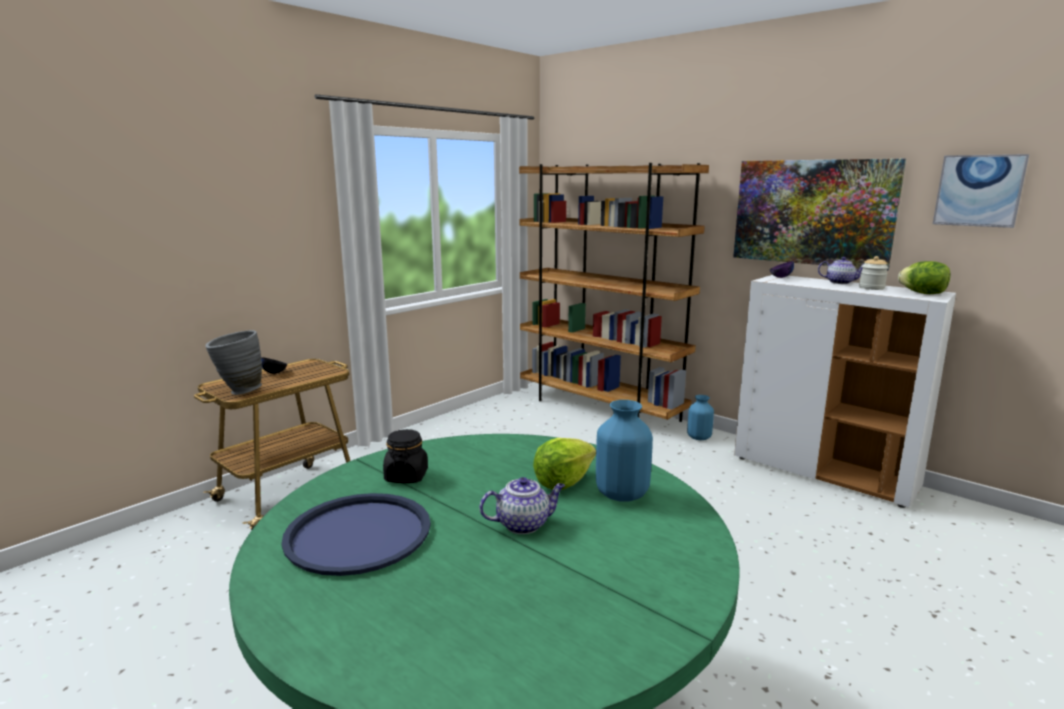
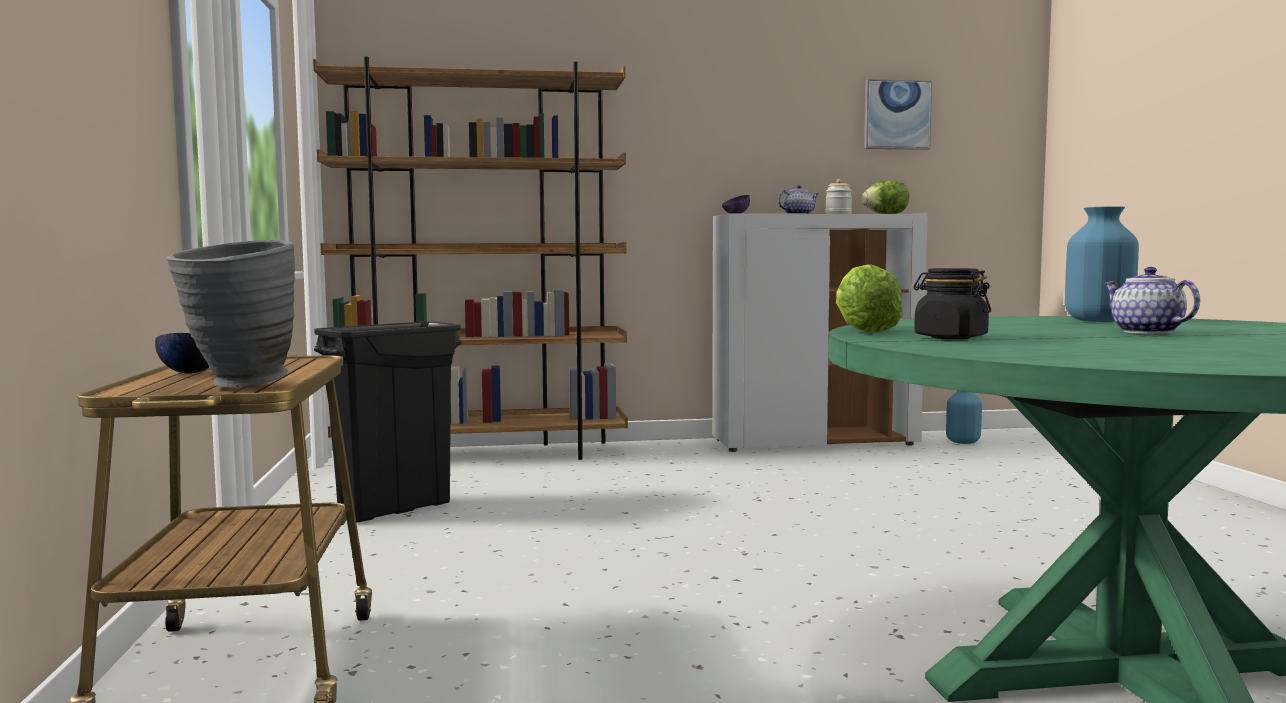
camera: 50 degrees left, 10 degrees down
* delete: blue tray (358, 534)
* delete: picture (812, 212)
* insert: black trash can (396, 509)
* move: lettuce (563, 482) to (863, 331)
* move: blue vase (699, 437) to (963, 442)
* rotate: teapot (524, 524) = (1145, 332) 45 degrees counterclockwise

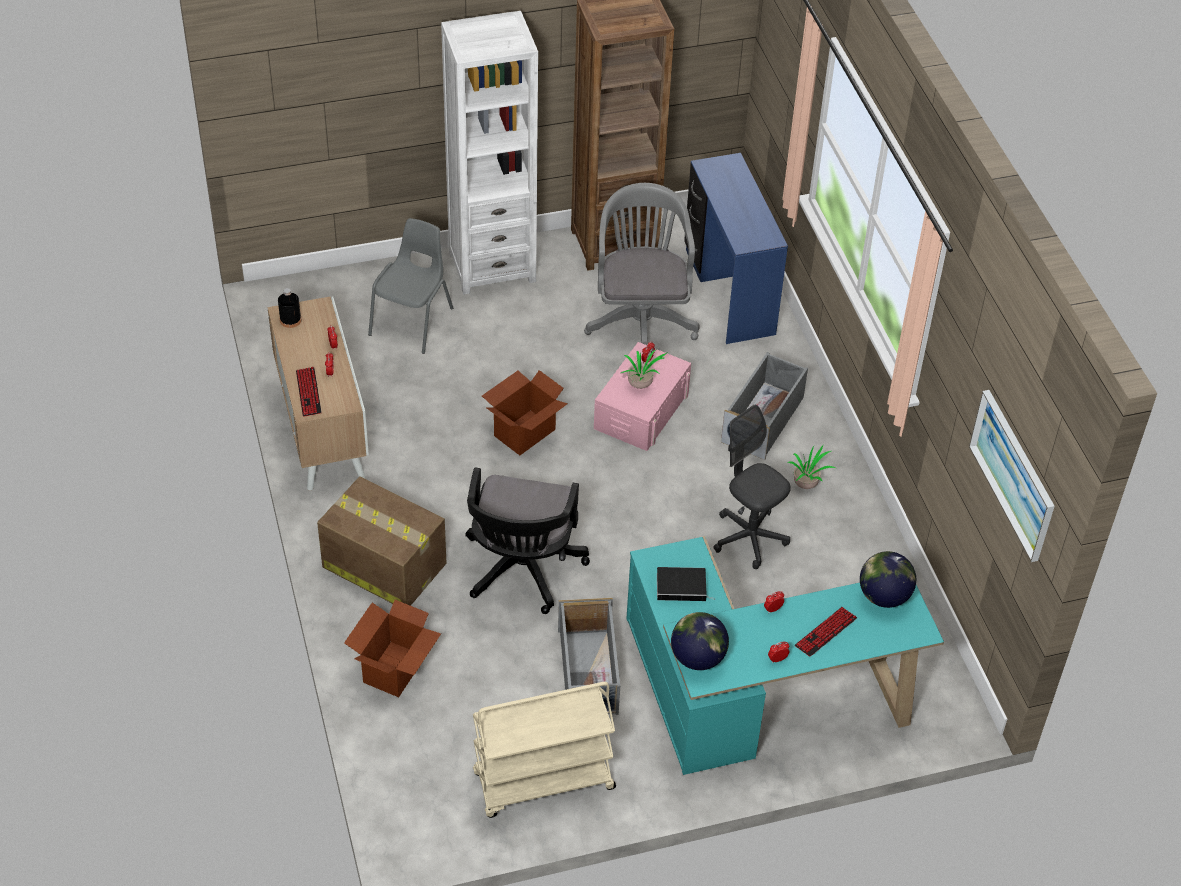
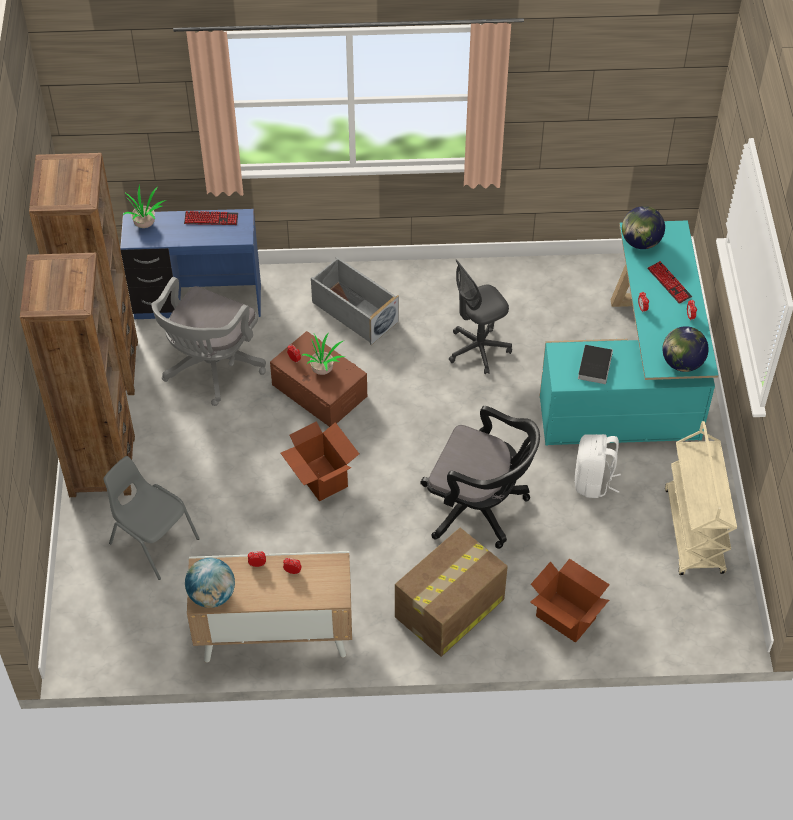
camera: 75 degrees left, 5 degrees up
* delete: picture (1013, 474)
* move: keyboard (308, 392) to (211, 219)
* move: potted plant (807, 485) to (145, 223)
* replace: black bottle (290, 320) to globe (212, 595)
* replace: grey storage box (589, 673) to white backpack (593, 481)
* recolor: white bookcase (492, 267) to brown bookcase (102, 466)
* recolor: pink storage box (641, 410) to brown storage box (319, 390)
* rotate: grey office chair (641, 319) = (210, 368) 75 degrees counterclockwise

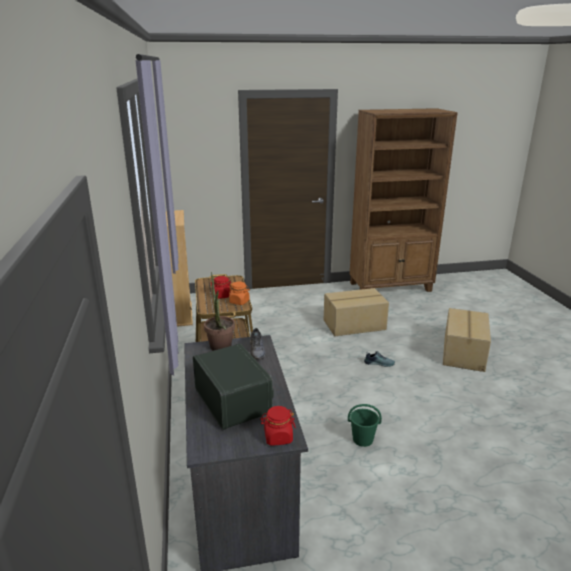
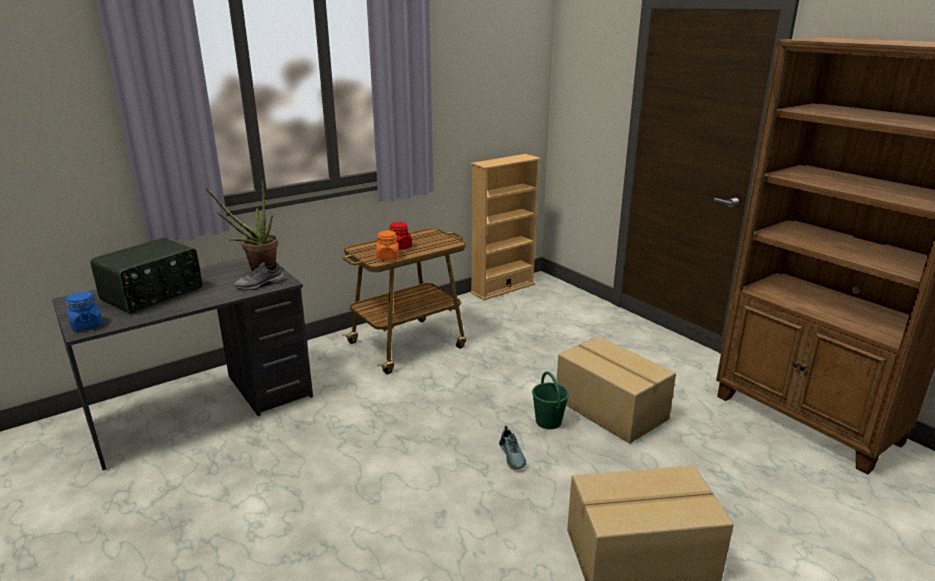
camera: 65 degrees right, 0 degrees up
* move: green bucket (363, 439) to (548, 422)
* recolor: red jar (278, 437) to blue jar (87, 325)

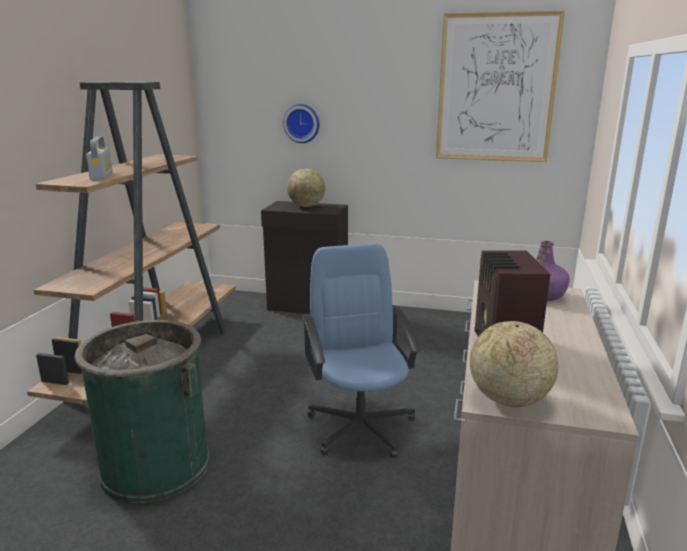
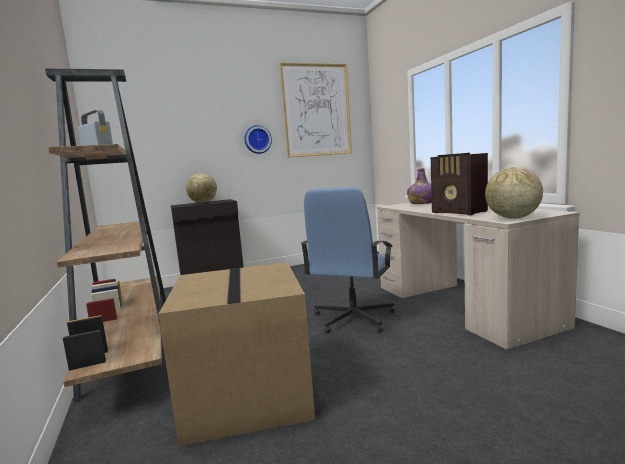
camera: 35 degrees left, 10 degrees down
* move: wall clock (302, 123) to (257, 139)
* replace: green trash can (155, 465) to cardboard box (245, 394)
* rotate: blue office chair (360, 426) = (352, 319) 105 degrees counterclockwise

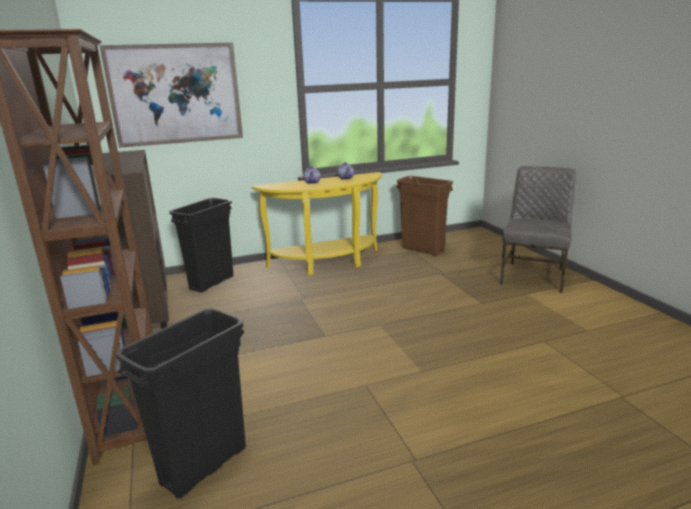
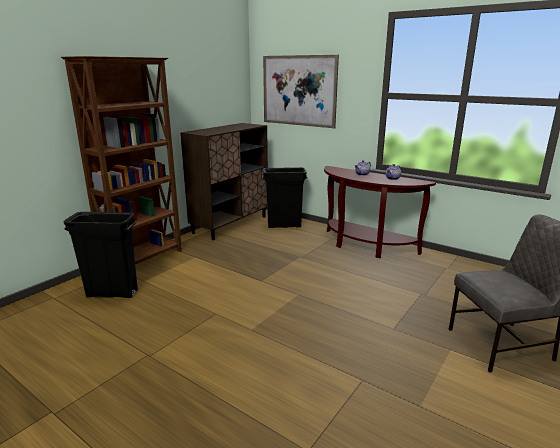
camera: 55 degrees right, 0 degrees up
* delete: brown trash can (423, 250)
* recolor: yellow console table (327, 263) to brown console table (365, 246)

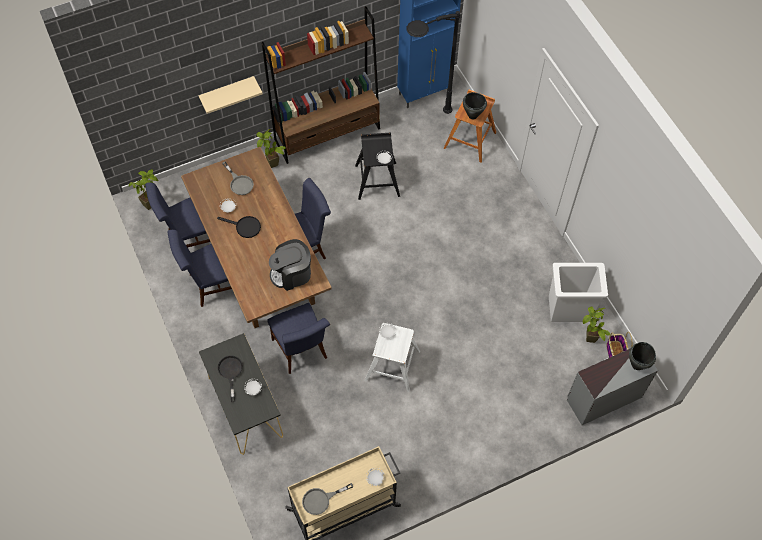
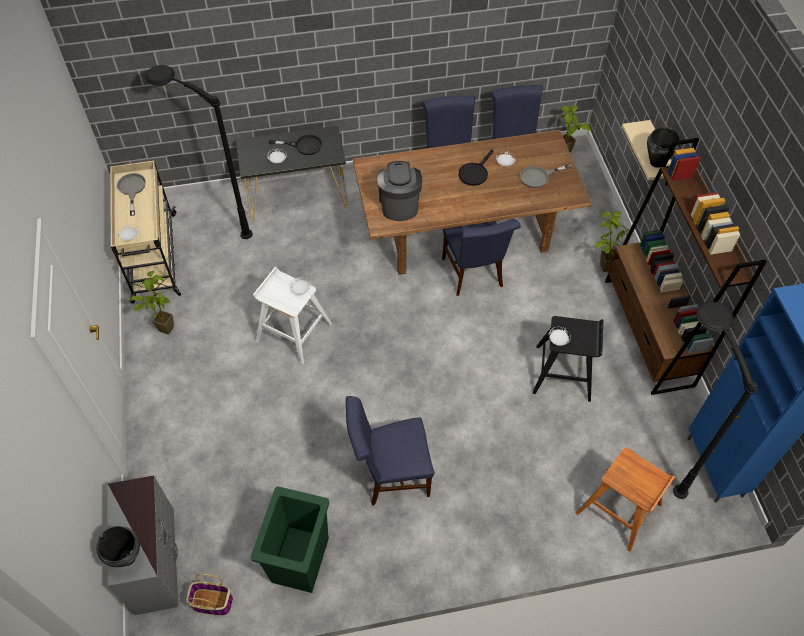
camera: 105 degrees right, 5 degrees down
* insert: black floor lamp (214, 222)
* move: blue chair (301, 351) to (390, 475)
* move: black cooking pot (472, 115) to (656, 163)
* move: potted plant (589, 342) to (163, 326)
* recolor: white trash can (569, 309) to green trash can (299, 561)

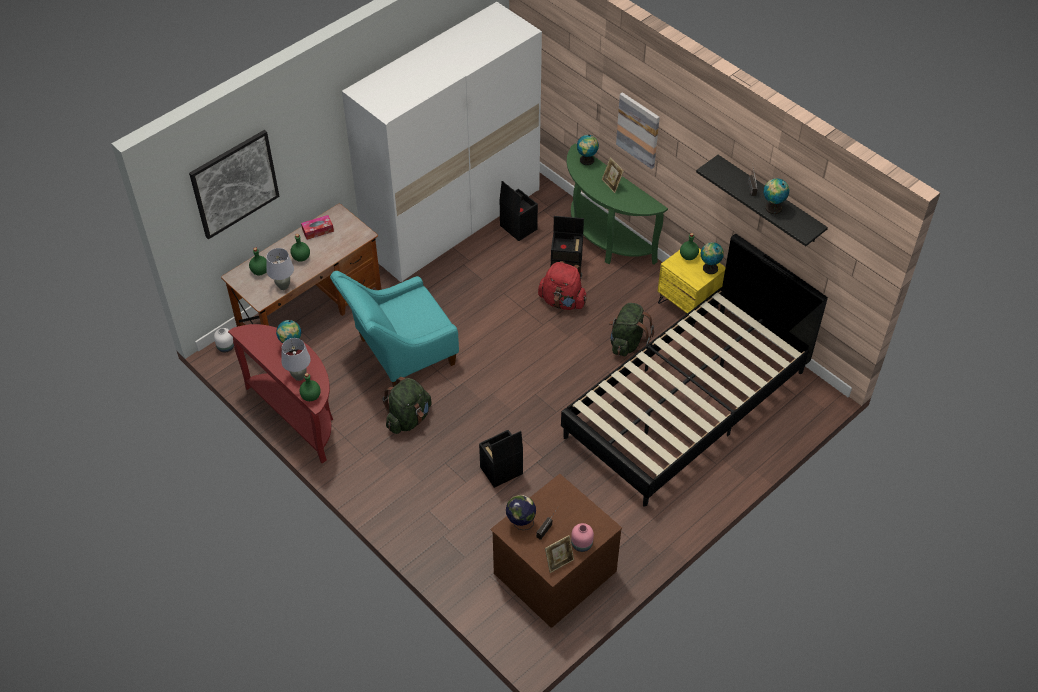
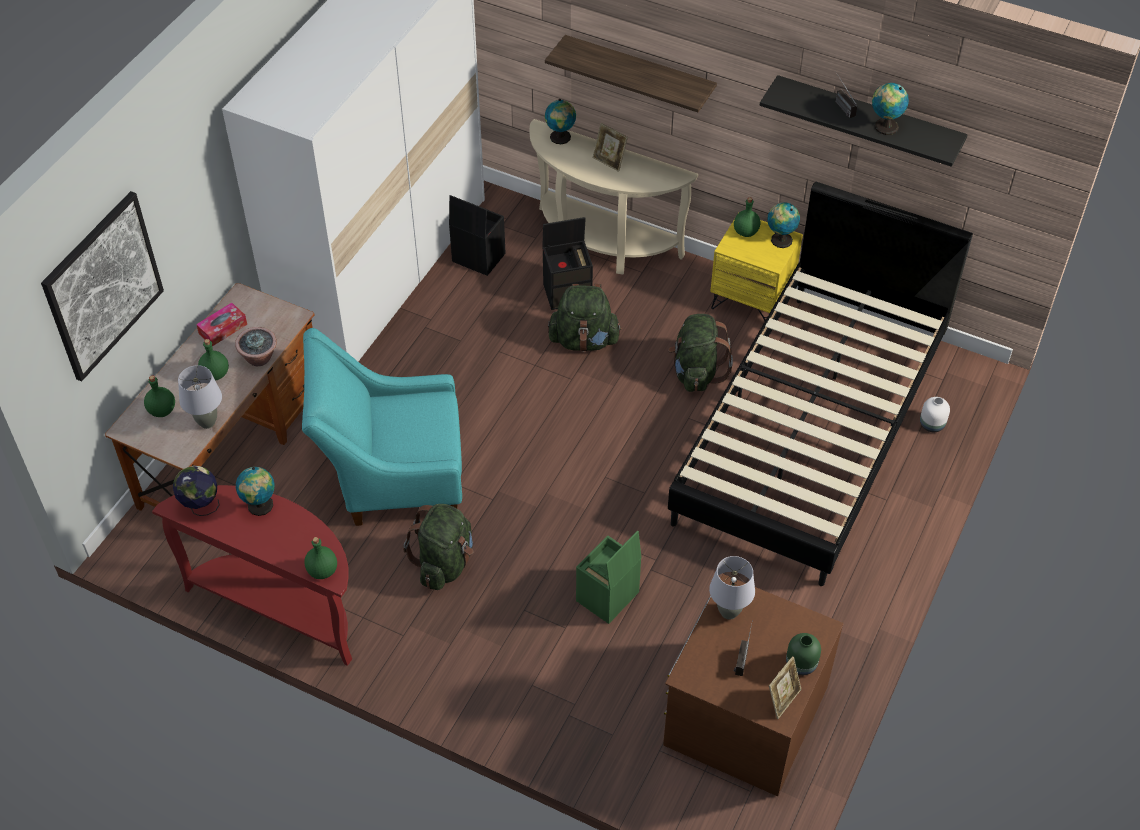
camera: 20 degrees left, 0 degrees up
* insert: potted plant (259, 358)
* move: white vase (226, 347) to (932, 425)
* move: grey table lamp (299, 376) to (728, 613)
* move: globe (520, 522) to (201, 506)
* replace: picture (638, 130) to shelf (639, 73)
* recolor: black storage box (501, 471) to green storage box (607, 598)
* recolor: red backpack (562, 301) to green backpack (584, 340)
* recolor: green console table (604, 240) to beige console table (601, 244)
* recolor: pink vase (581, 544) to green vase (800, 664)
* rotate: turquoise armchair (400, 354) = (392, 476) 45 degrees clockwise

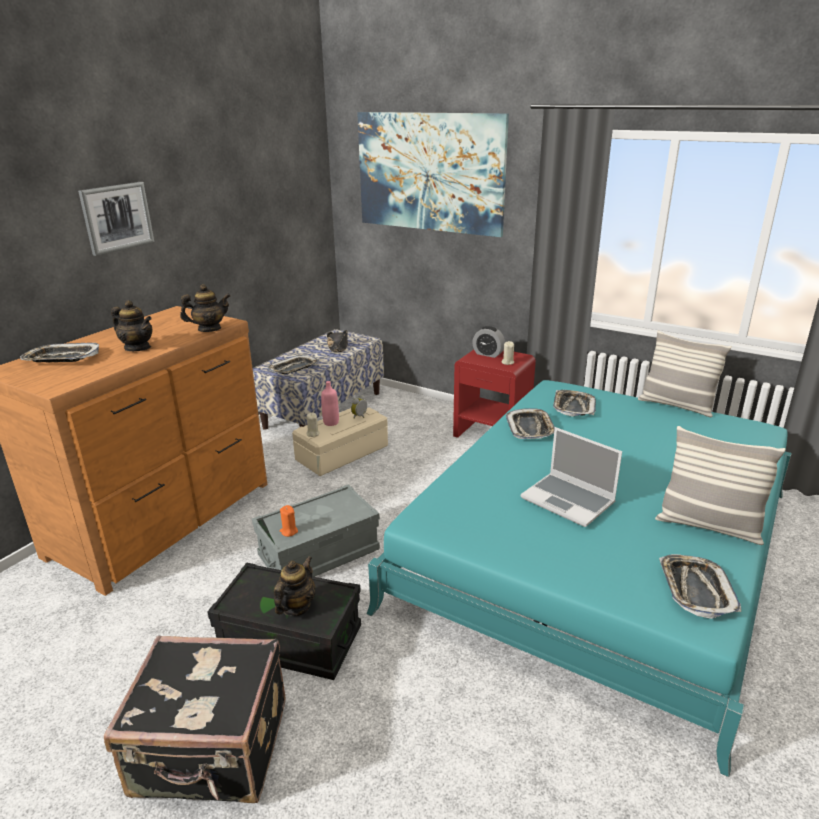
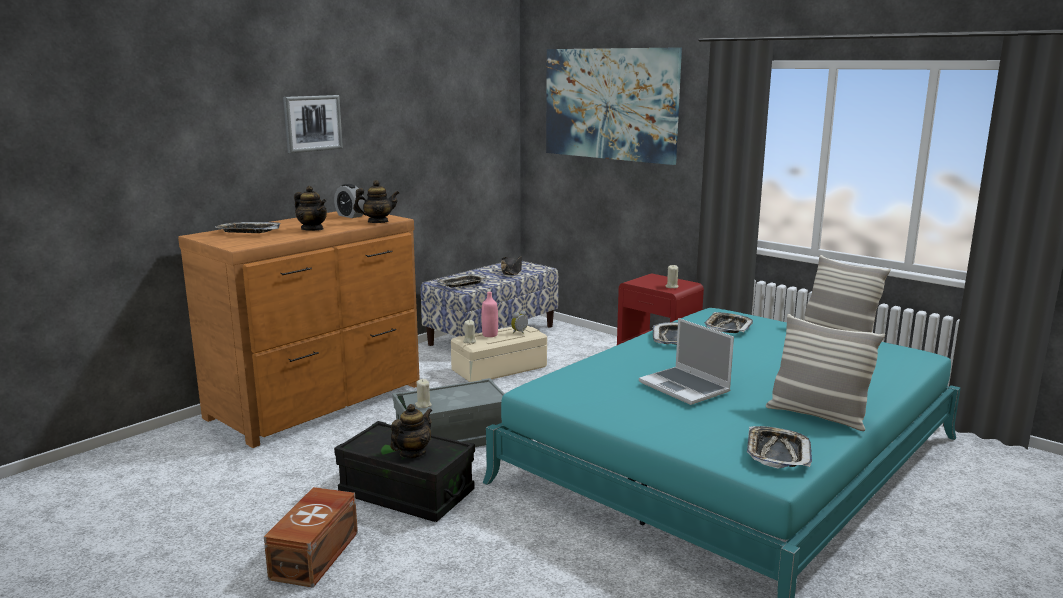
camera: 10 degrees right, 10 degrees down
* move: alarm clock (488, 354) to (350, 216)
* replace: black suitcase (212, 751) to brown storage box (317, 554)
* recolor: orange candle (289, 531) to beige candle (423, 405)

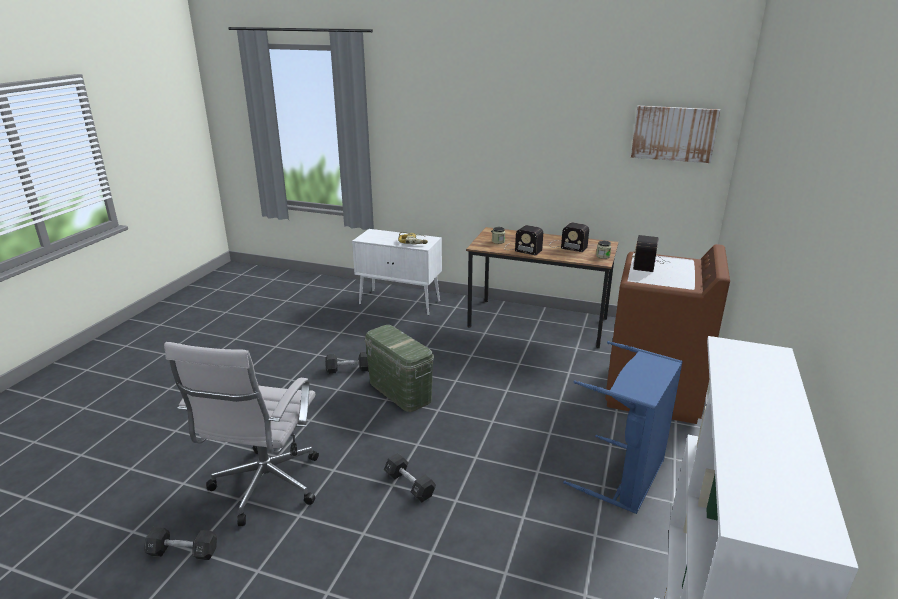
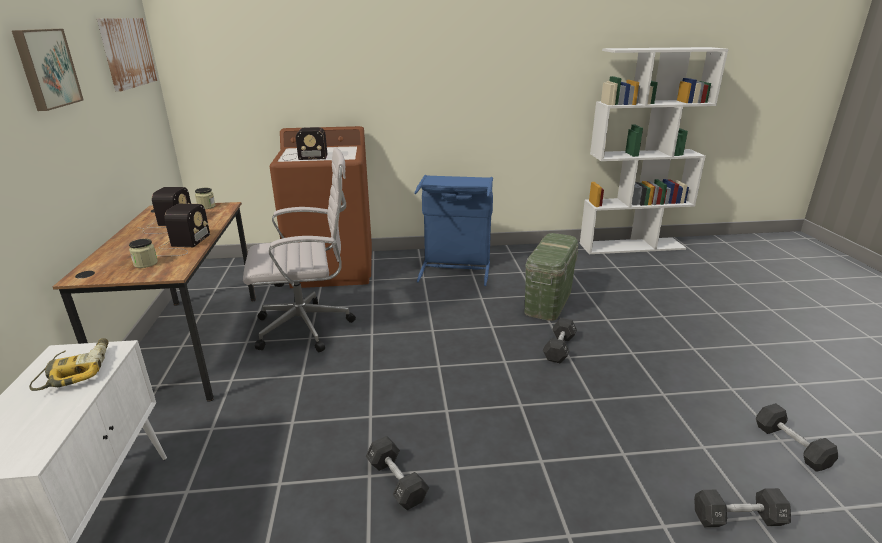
camera: 115 degrees left, 0 degrees up
* insert: picture (46, 68)
* insert: black dumbbell (738, 518)
* move: white office chair (264, 488) to (308, 327)
* move: green storage box (400, 391) to (548, 301)

